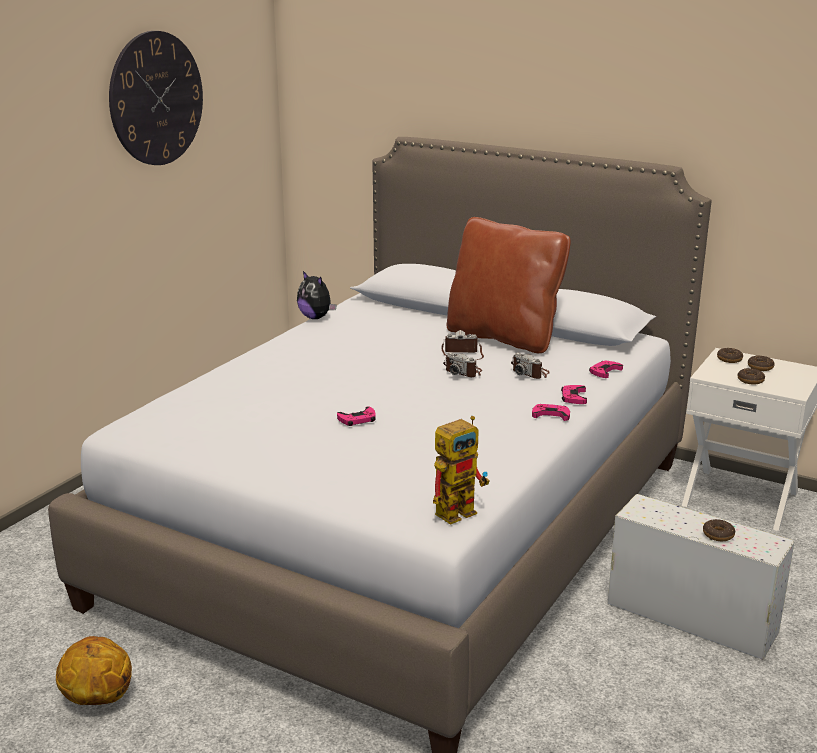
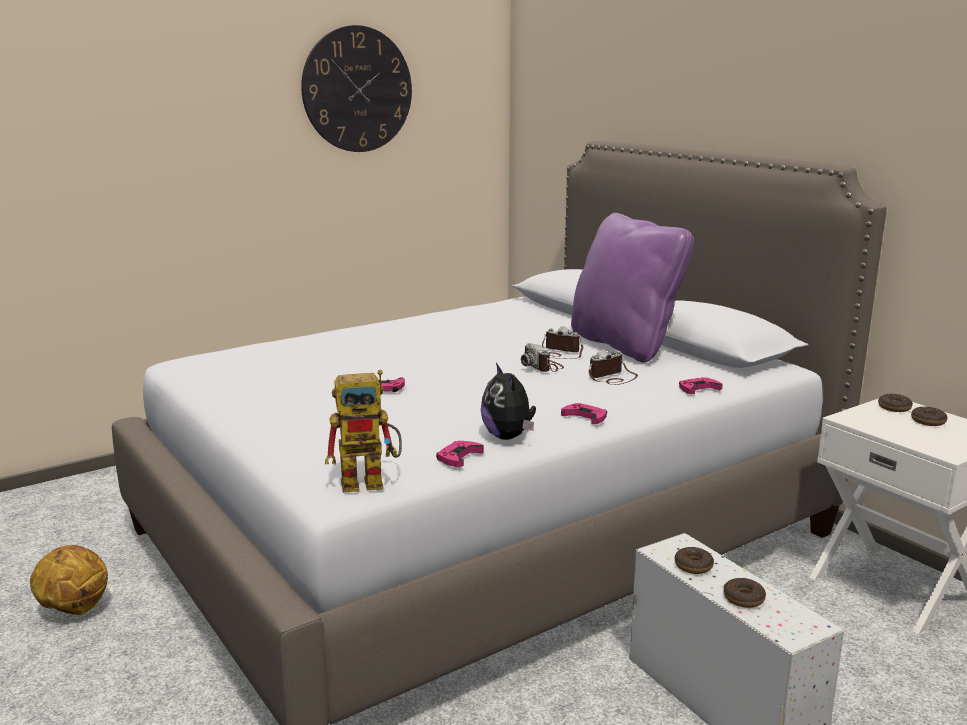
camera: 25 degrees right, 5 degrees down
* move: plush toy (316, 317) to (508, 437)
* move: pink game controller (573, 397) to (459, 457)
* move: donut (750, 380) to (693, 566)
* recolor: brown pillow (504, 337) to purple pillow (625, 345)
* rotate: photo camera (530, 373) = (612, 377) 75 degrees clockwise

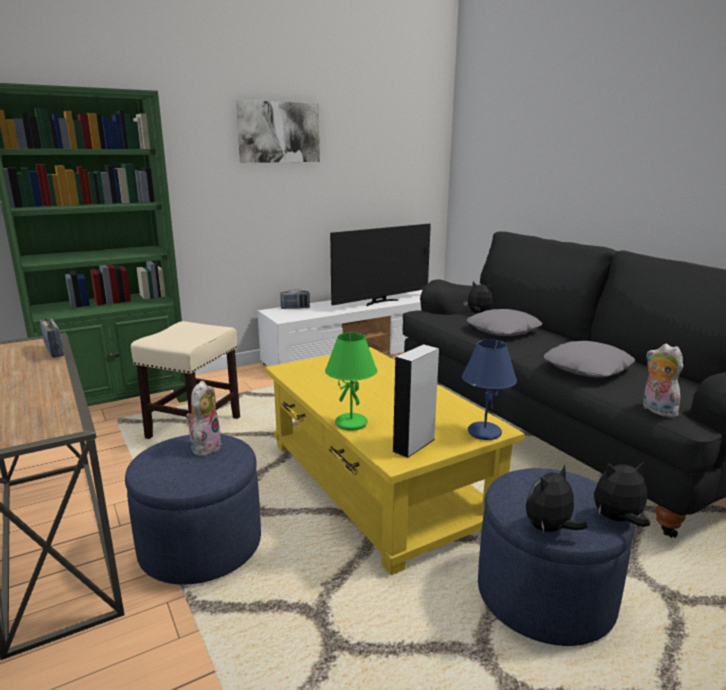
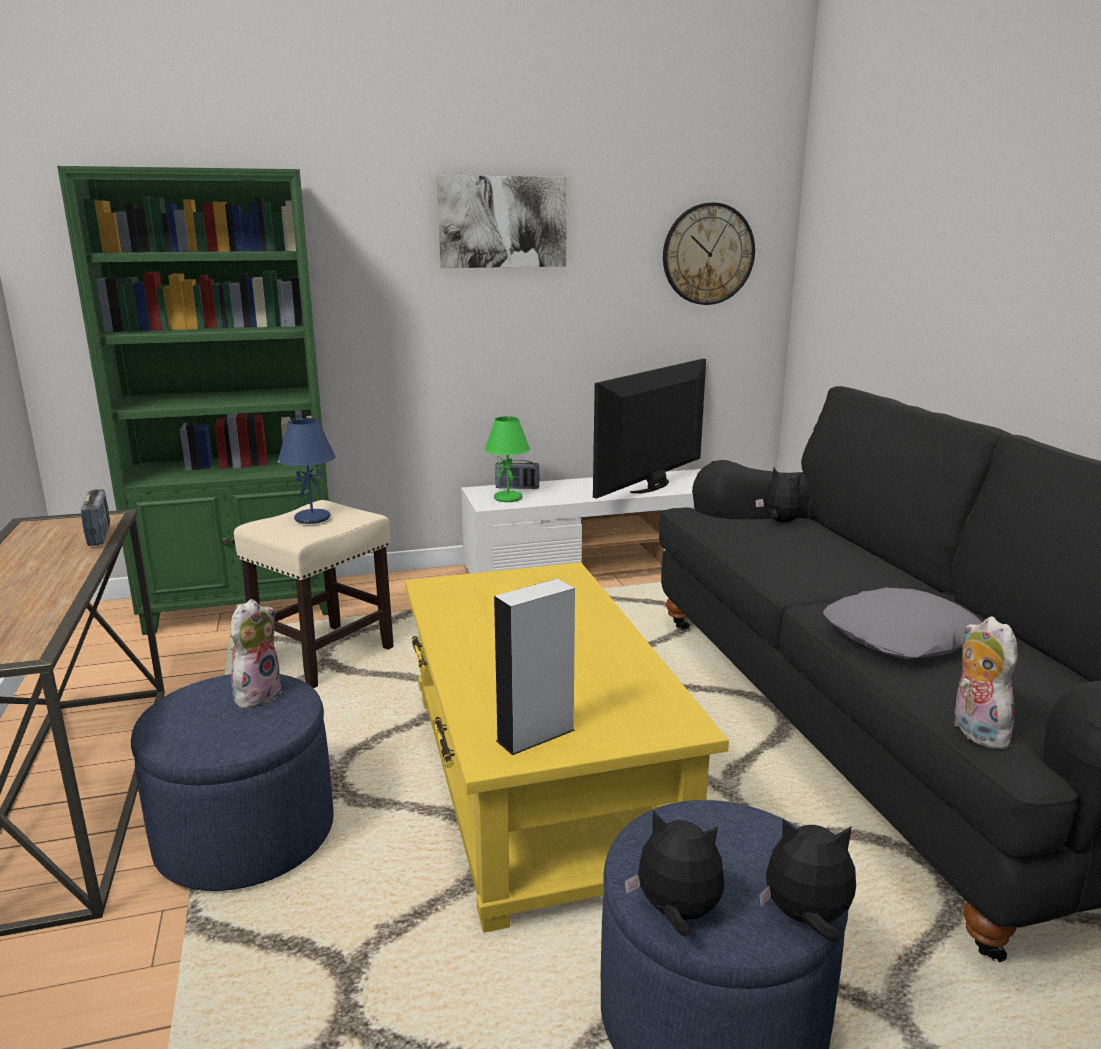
camera: 15 degrees right, 0 degrees up
* delete: grey pillow (503, 330)
* insert: wall clock (708, 254)
* move: green table lamp (352, 423) to (508, 498)
* move: blue table lamp (484, 432) to (312, 518)
* rotate: television (380, 302) = (653, 487) 150 degrees clockwise
* rotate: plush toy (549, 529) = (677, 914) 45 degrees clockwise

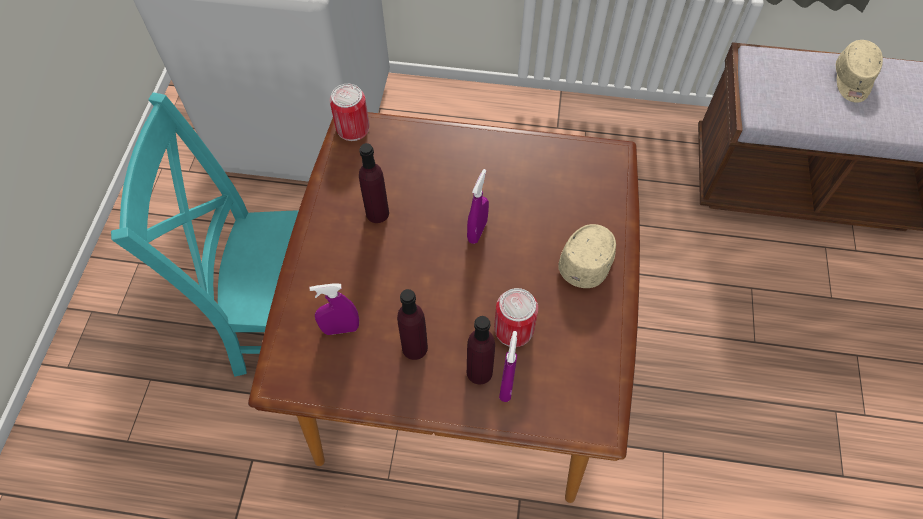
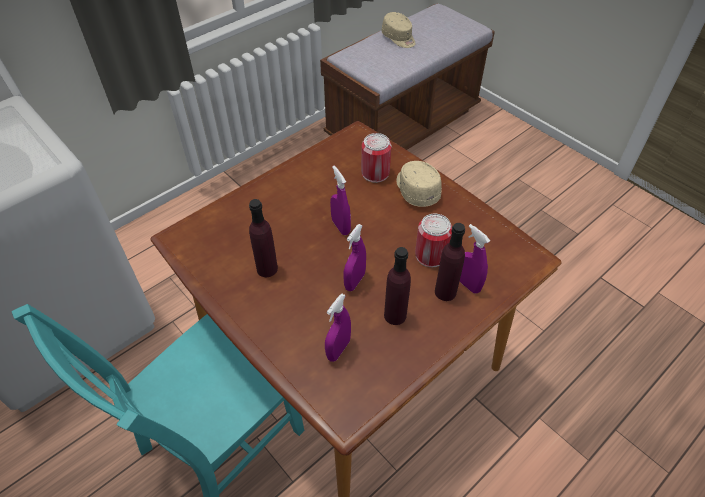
camera: 50 degrees left, 10 degrees down
* insert: purple spray bottle (354, 281)
* move: can (353, 128) to (375, 173)

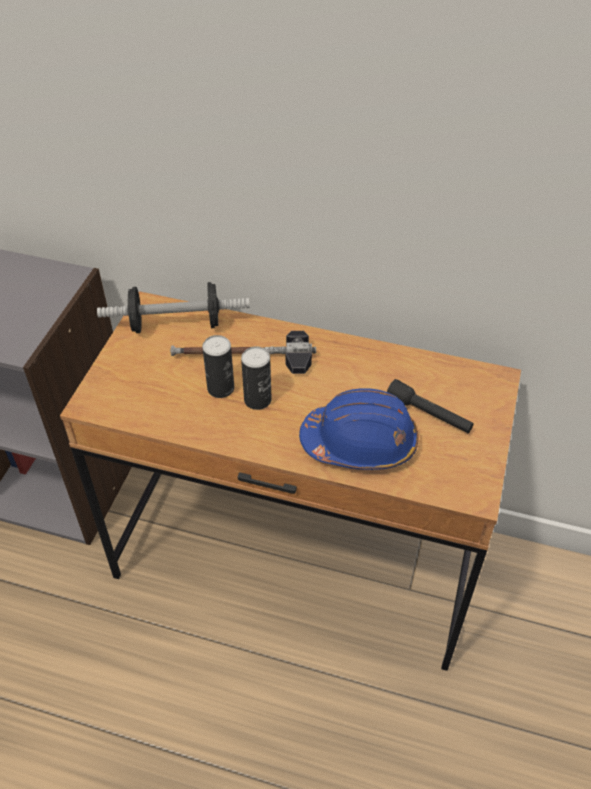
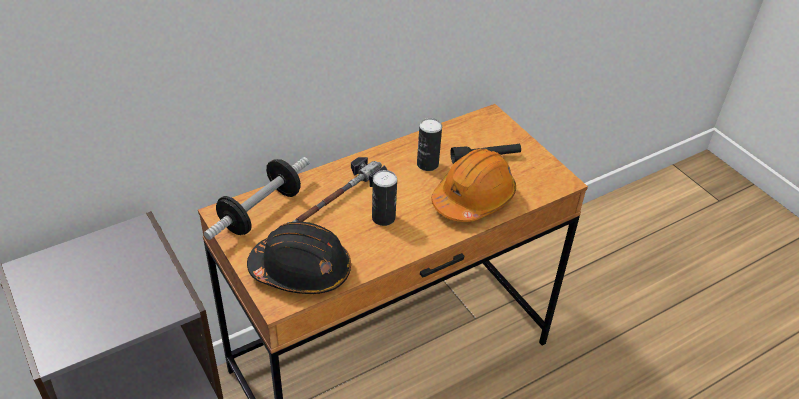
camera: 50 degrees left, 5 degrees down
* insert: black hard hat (301, 271)
* move: can (220, 388) to (427, 164)
* recolor: blue hard hat (360, 443) to orange hard hat (473, 198)

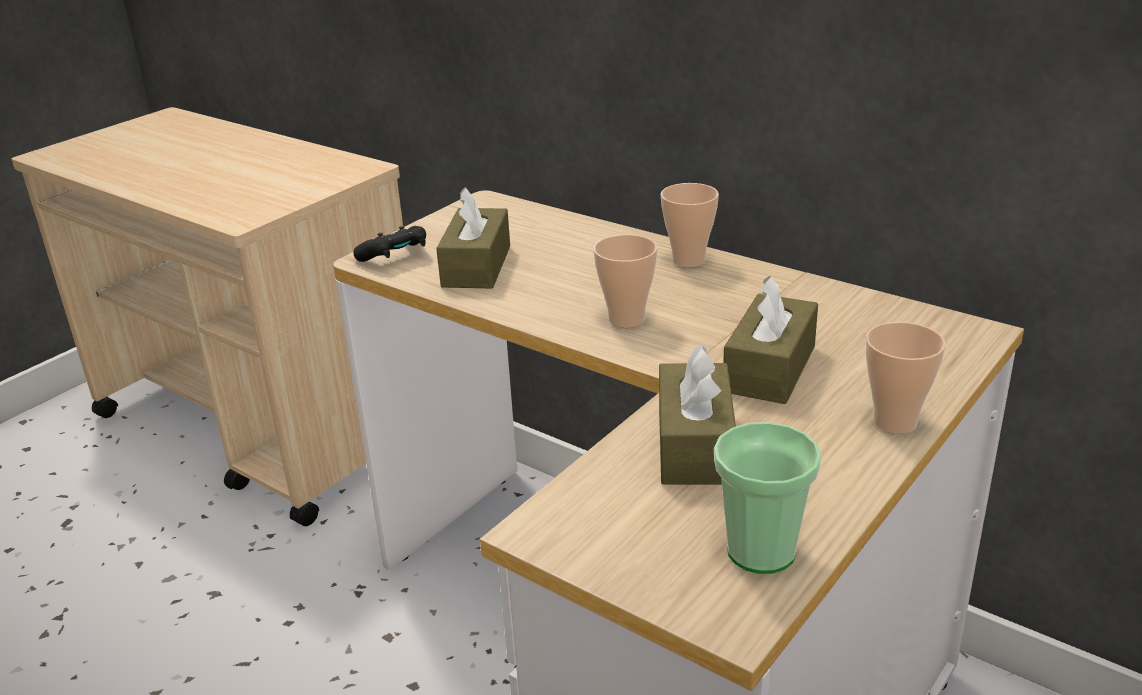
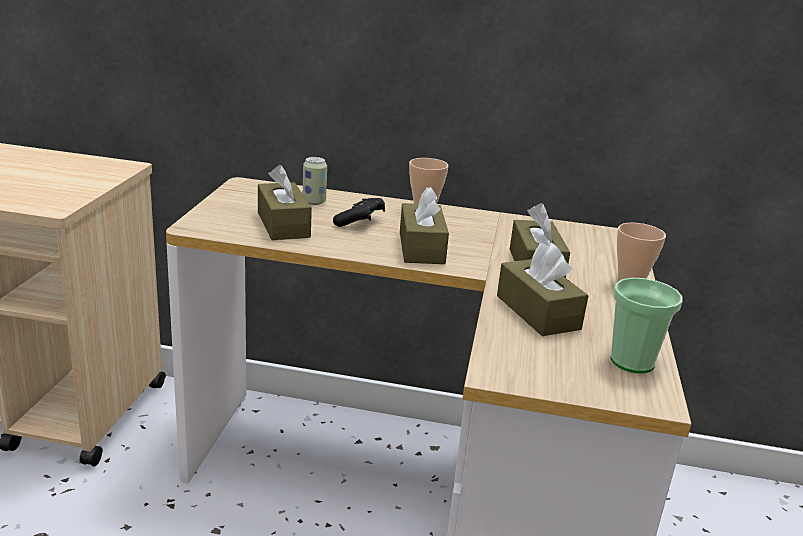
camera: 30 degrees left, 5 degrees down
* insert: can (314, 202)
* move: black game controller (395, 258) to (360, 222)
* replace: cup (626, 319) to brown tissue box (421, 248)

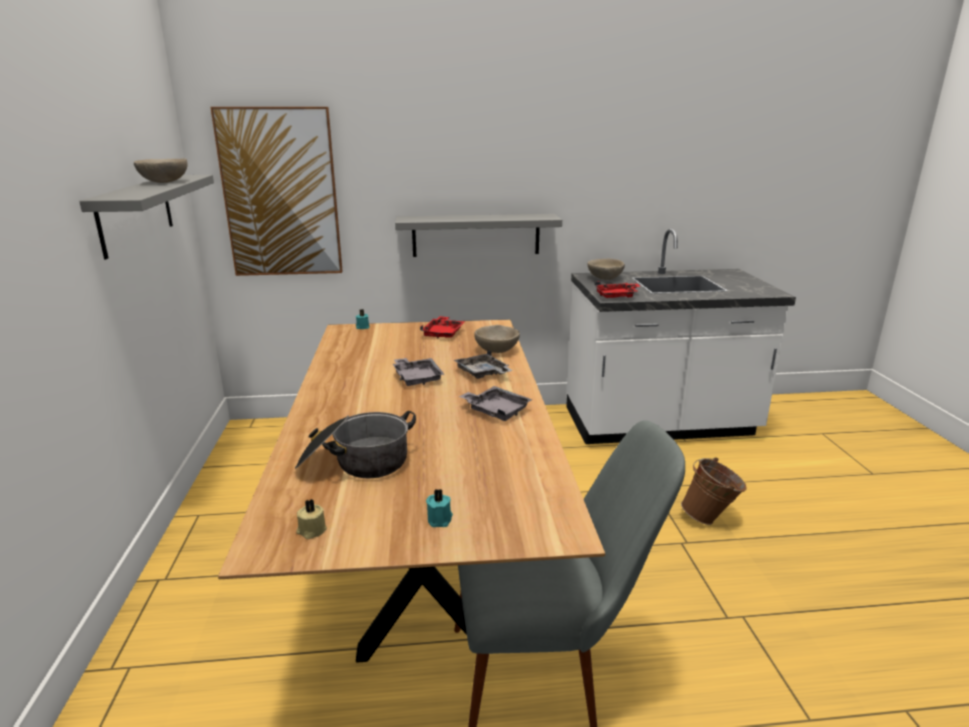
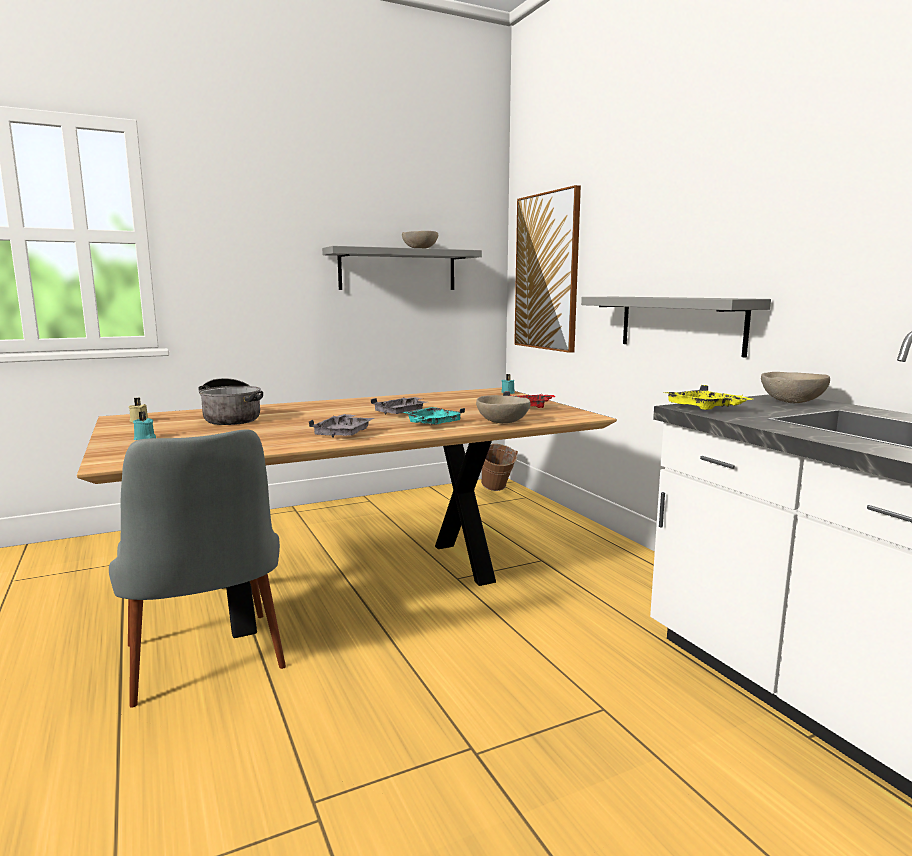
camera: 70 degrees right, 10 degrees down
* move: brown bucket (710, 518) to (496, 490)
* recolor: grey tray (482, 373) to turquoise tray (432, 424)
* recolor: red tray (617, 296) to yellow tray (705, 408)

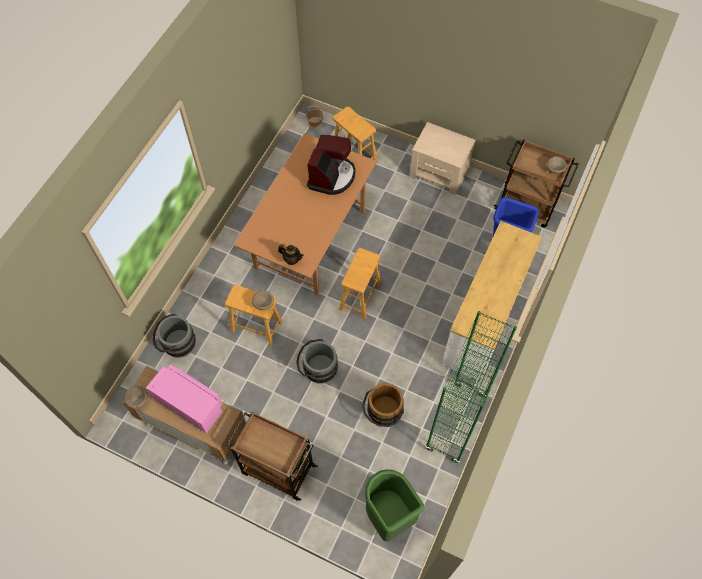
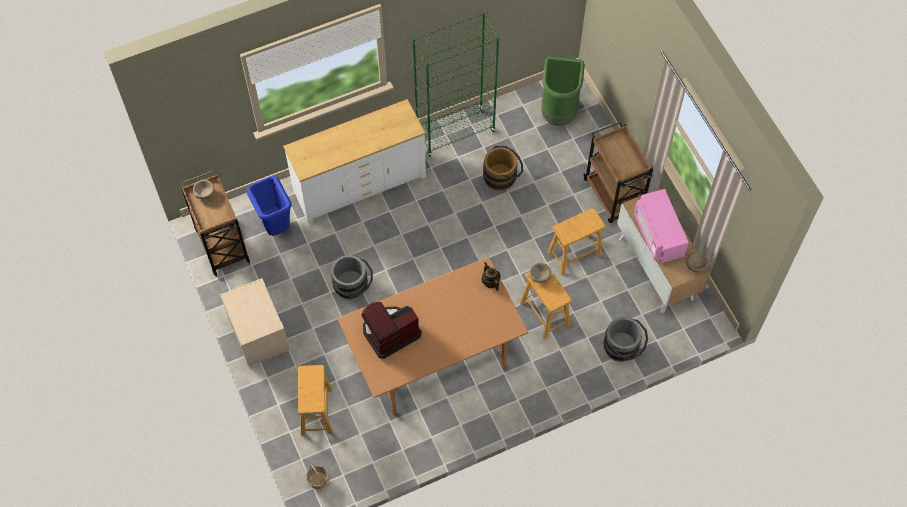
camera: 140 degrees left, 0 degrees up
* move: grey bucket (317, 368) to (352, 287)
* move: brown stool (360, 296) to (574, 254)

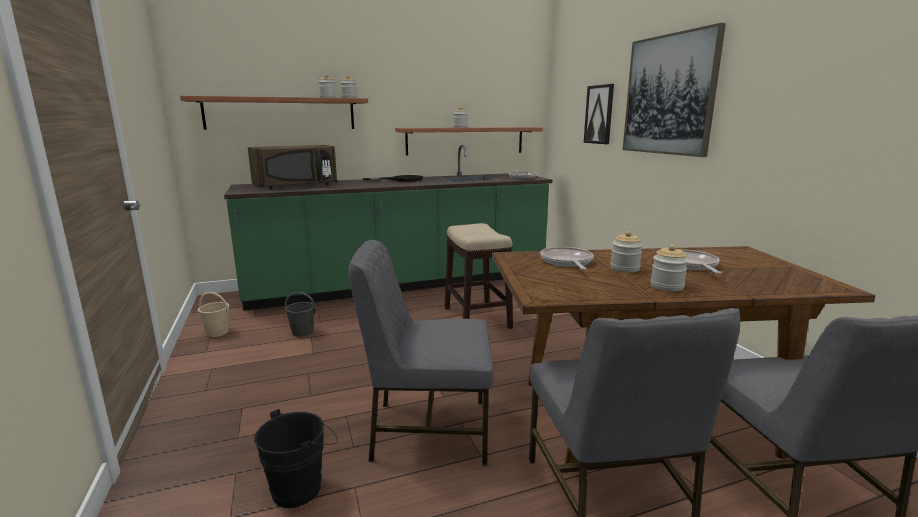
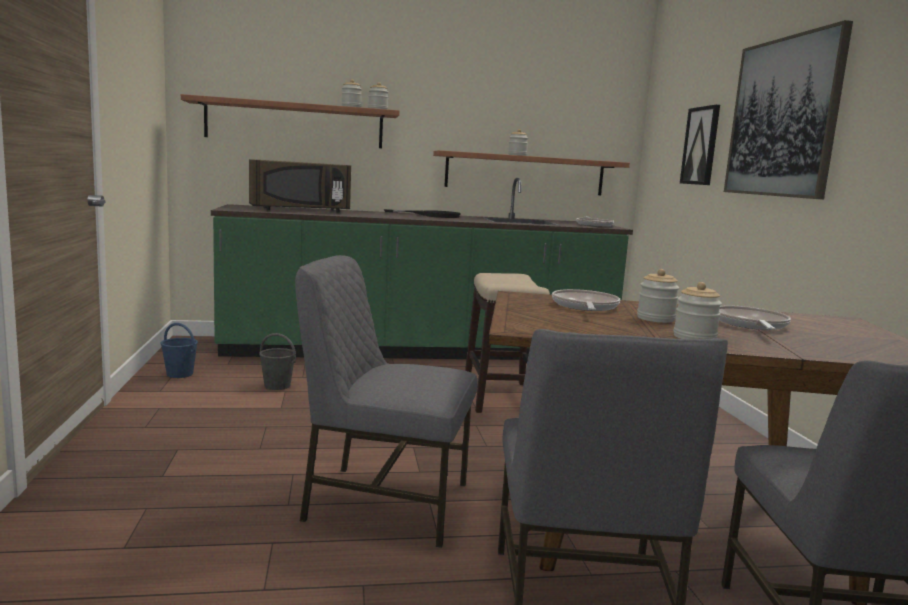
camera: 10 degrees right, 5 degrees down
* delete: black bucket (302, 487)
* recolor: beige bucket (217, 332) to blue bucket (180, 374)

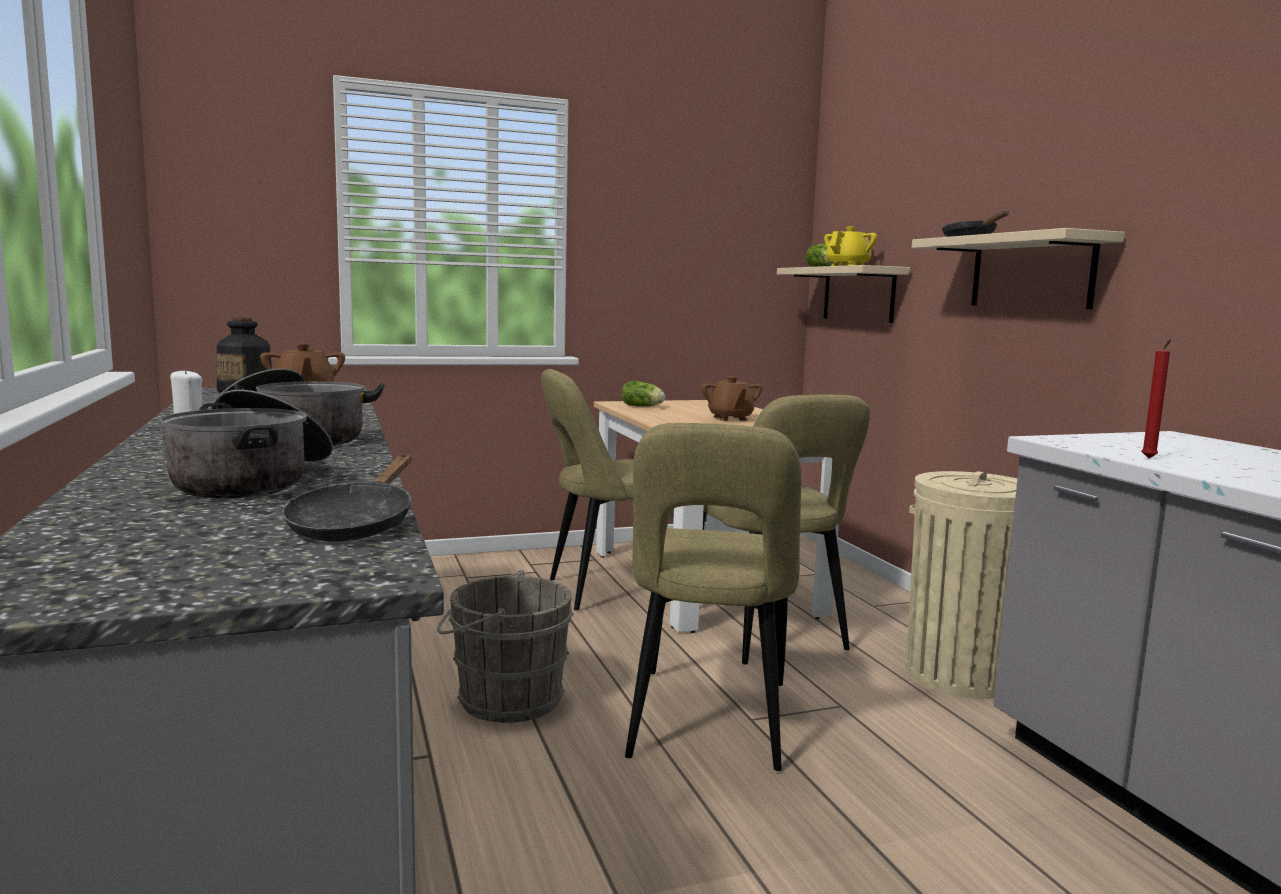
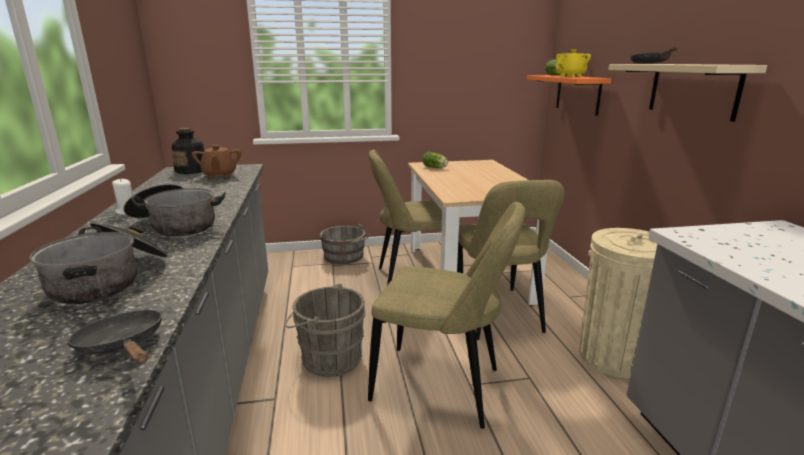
camera: 10 degrees right, 10 degrees up
* delete: brown teapot (730, 418)
* delete: red candle (1149, 459)
* insert: grey bucket (345, 257)
* recolor: beige shelf (858, 294) to orange shelf (578, 94)
* rotate: black frying pan (355, 524) = (123, 345) 120 degrees clockwise
* rotate: beige chair (708, 724) = (442, 386) 90 degrees counterclockwise

